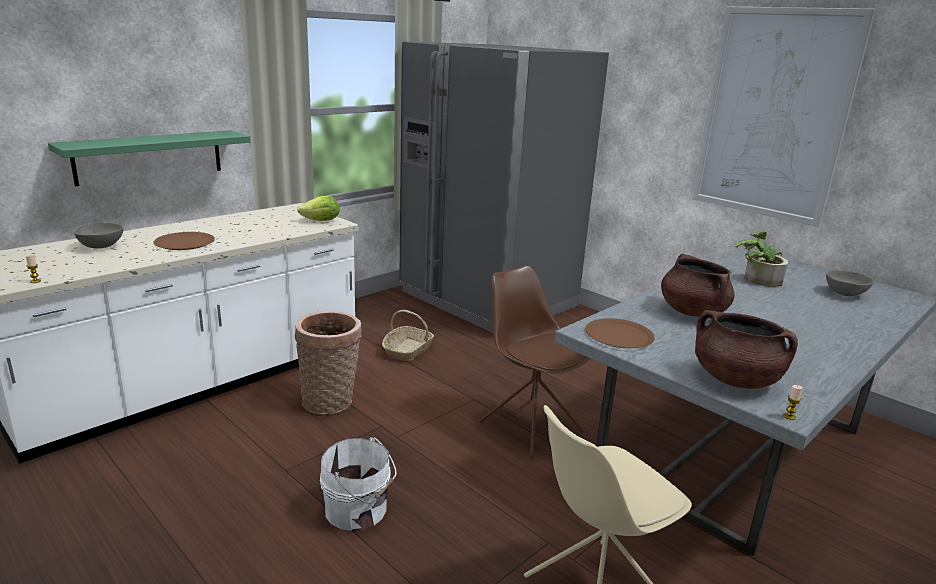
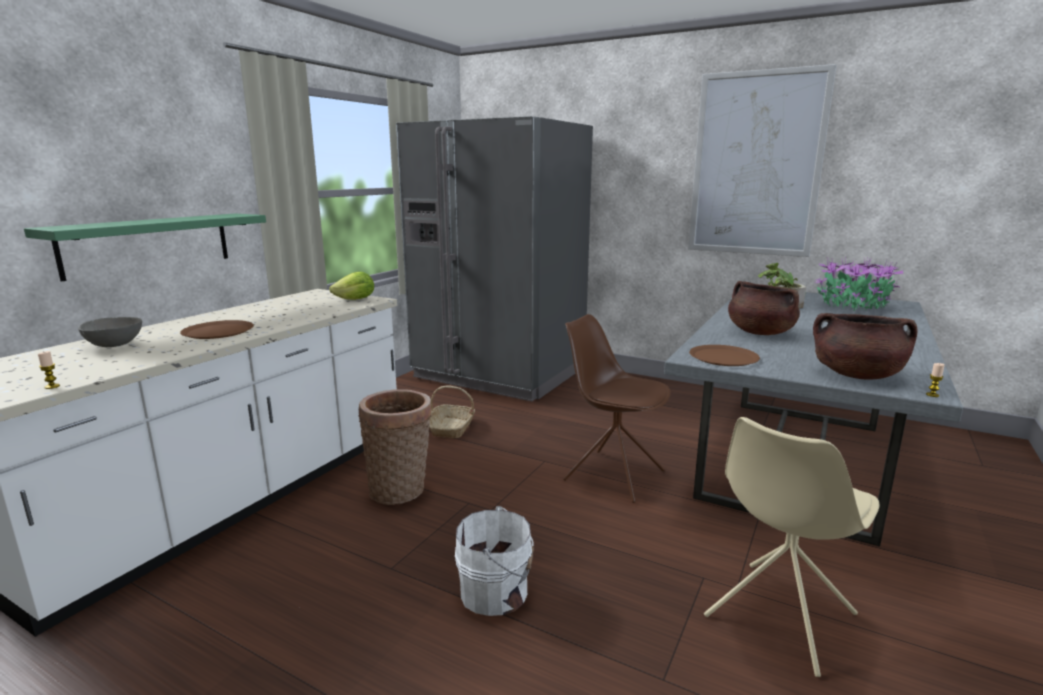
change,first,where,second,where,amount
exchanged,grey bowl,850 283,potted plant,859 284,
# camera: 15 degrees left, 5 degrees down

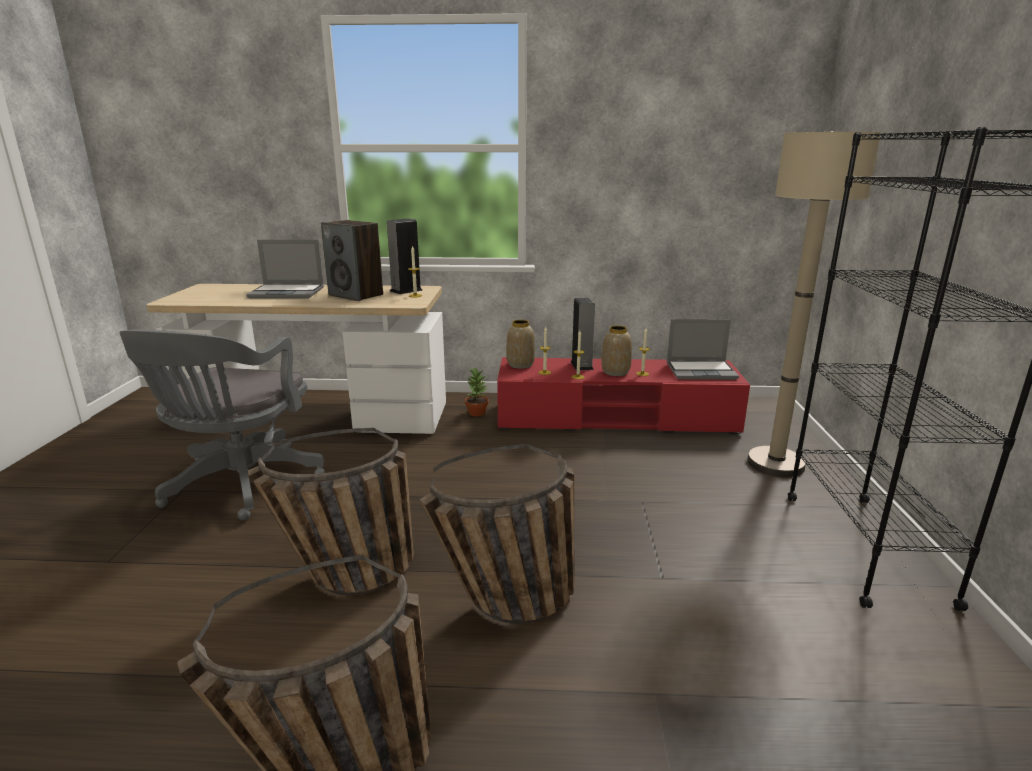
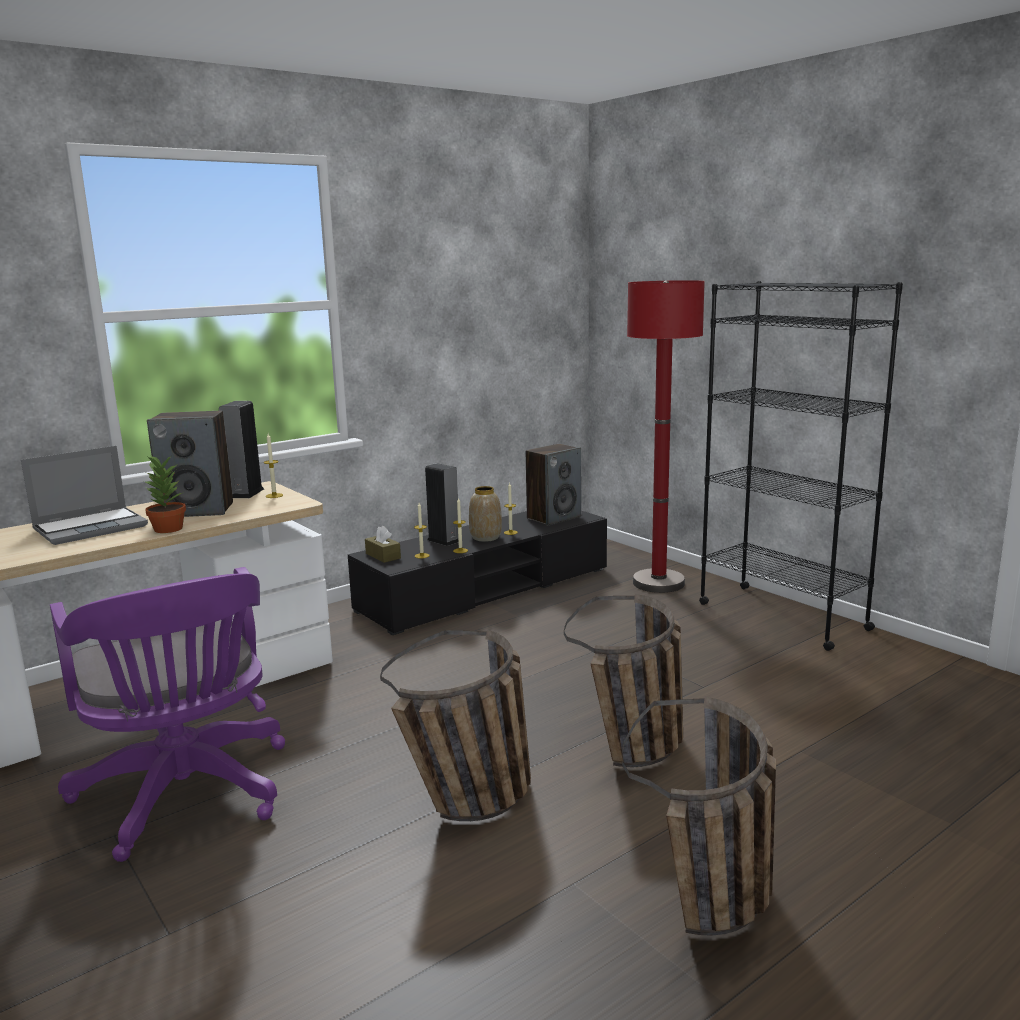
change,first,where,second,where,amount
colour,grey office chair,222 425,purple office chair,167 714,
relocated,potted plant,477 392,,165 494,
colour,red tv stand,623 395,black tv stand,477 573,
exchanged,vase,520 344,brown tissue box,383 544,
exchanged,laptop,703 349,speaker,553 485,
colour,beige floor lamp,814 304,red floor lamp,666 436,
# camera: 40 degrees left, 5 degrees down

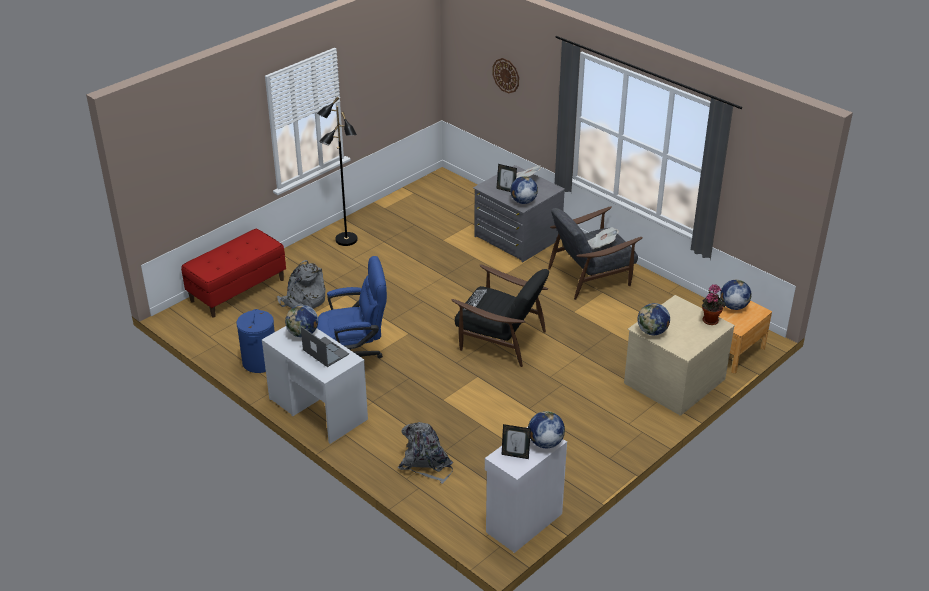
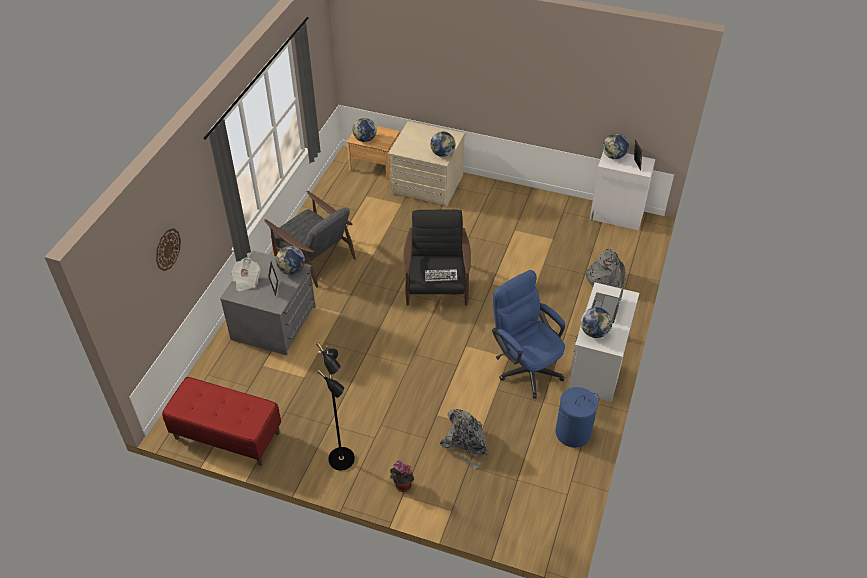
change,first,where,second,where,amount
relocated,red bench,233 273,,221 421,
missing,newspaper,603 238,,,
relocated,potted plant,713 304,,402 476,
# camera: 115 degrees left, 10 degrees up

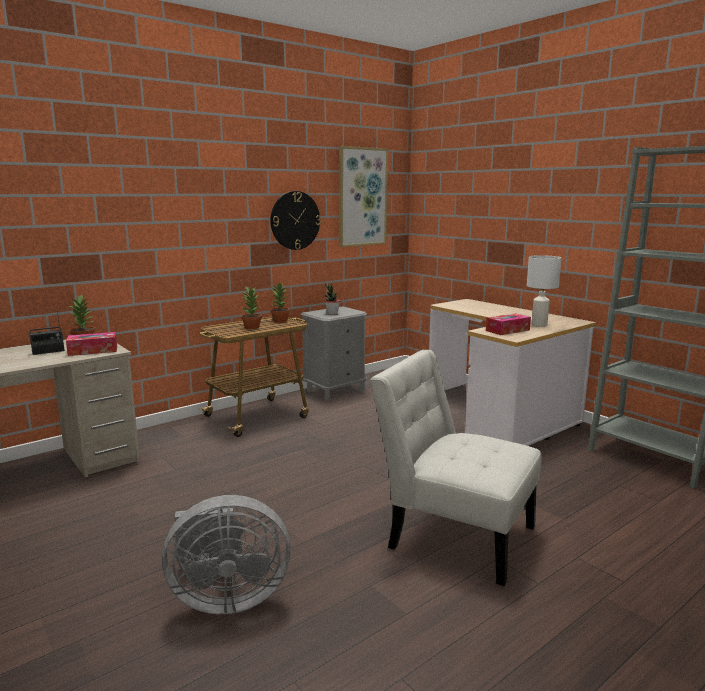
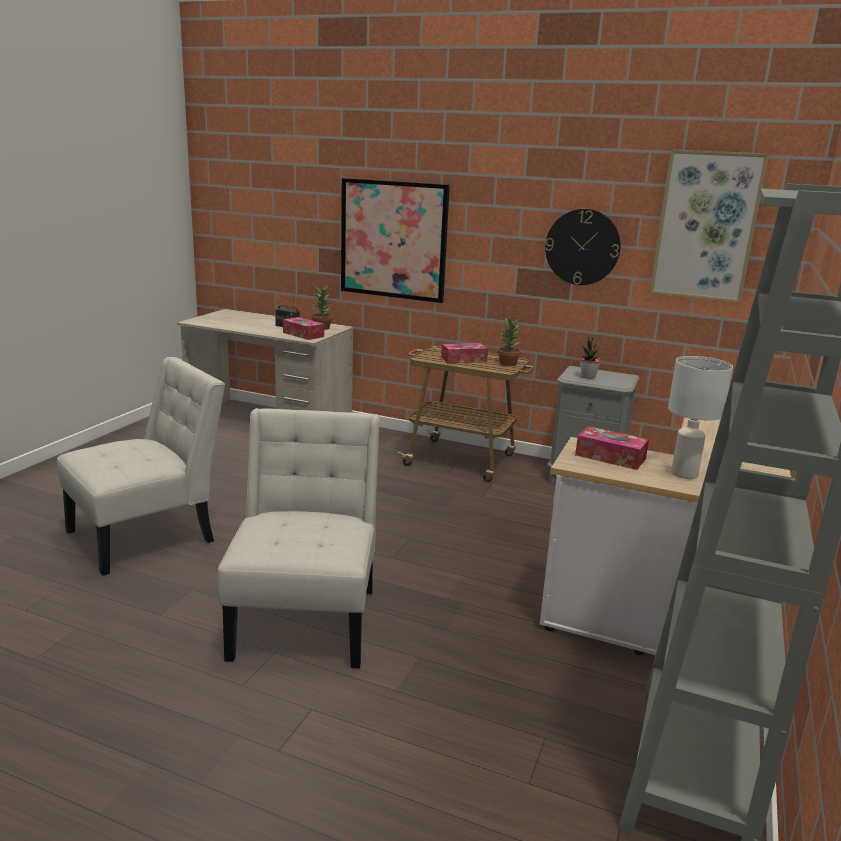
change,first,where,second,where,amount
exchanged,grey fan,226 554,white chair,141 466,
exchanged,potted plant,251 307,tissue box,464 353,
appeared,,,picture,395 240,
# camera: 60 degrees right, 5 degrees up

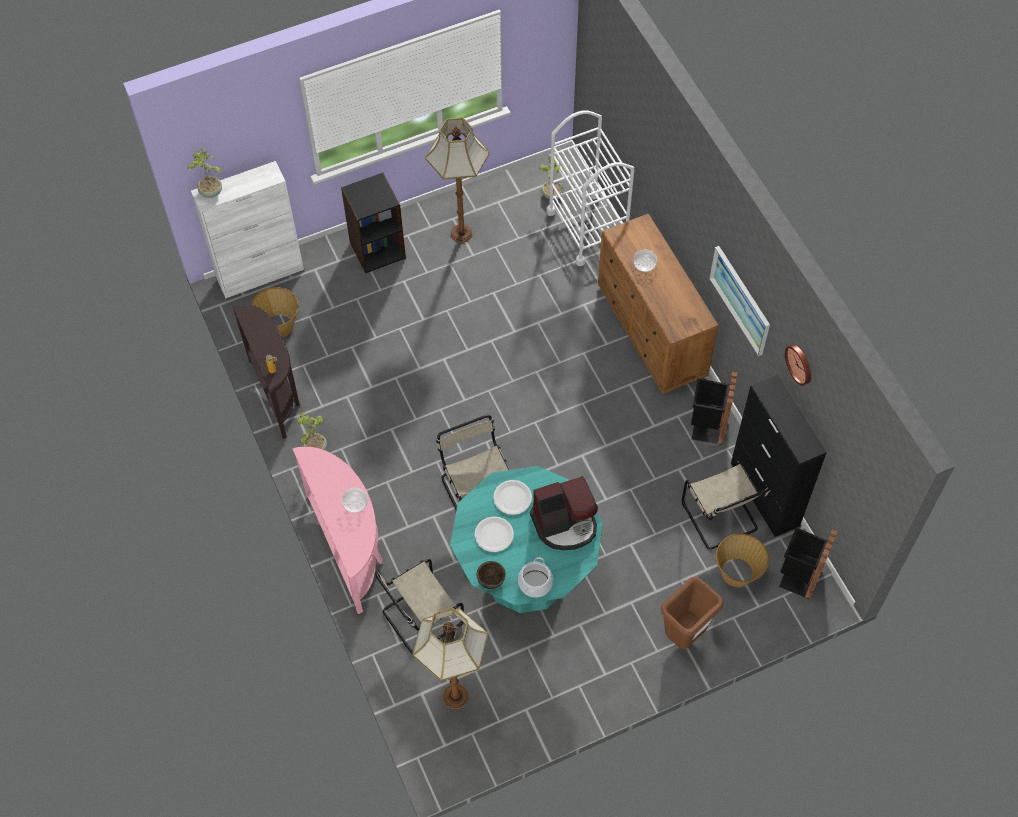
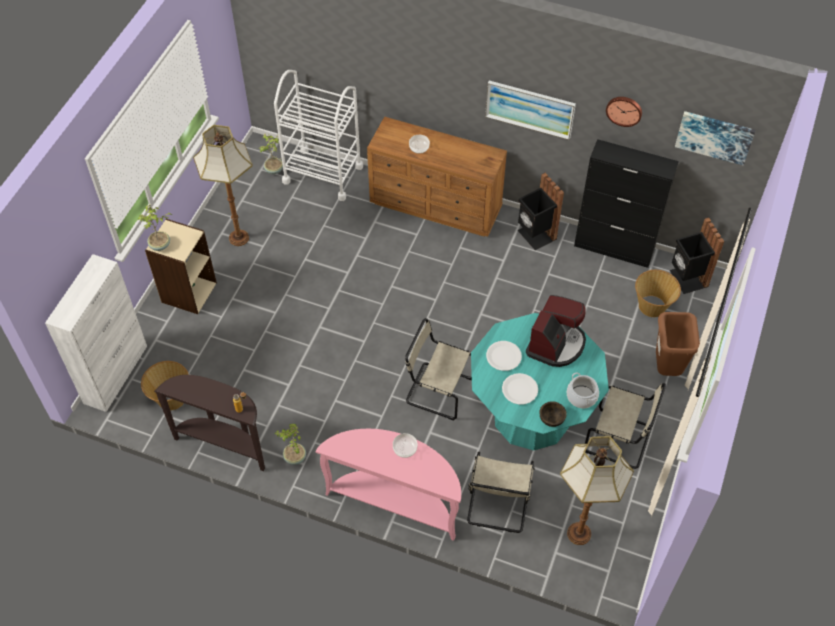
change,first,where,second,where,amount
relocated,potted plant,204 173,,155 227,
colour,black bookcase,373 222,beige bookcase,181 266,
relocated,beige chair,726 504,,625 426,
appeared,,,picture,715 138,
# camera: 45 degrees left, 5 degrees down

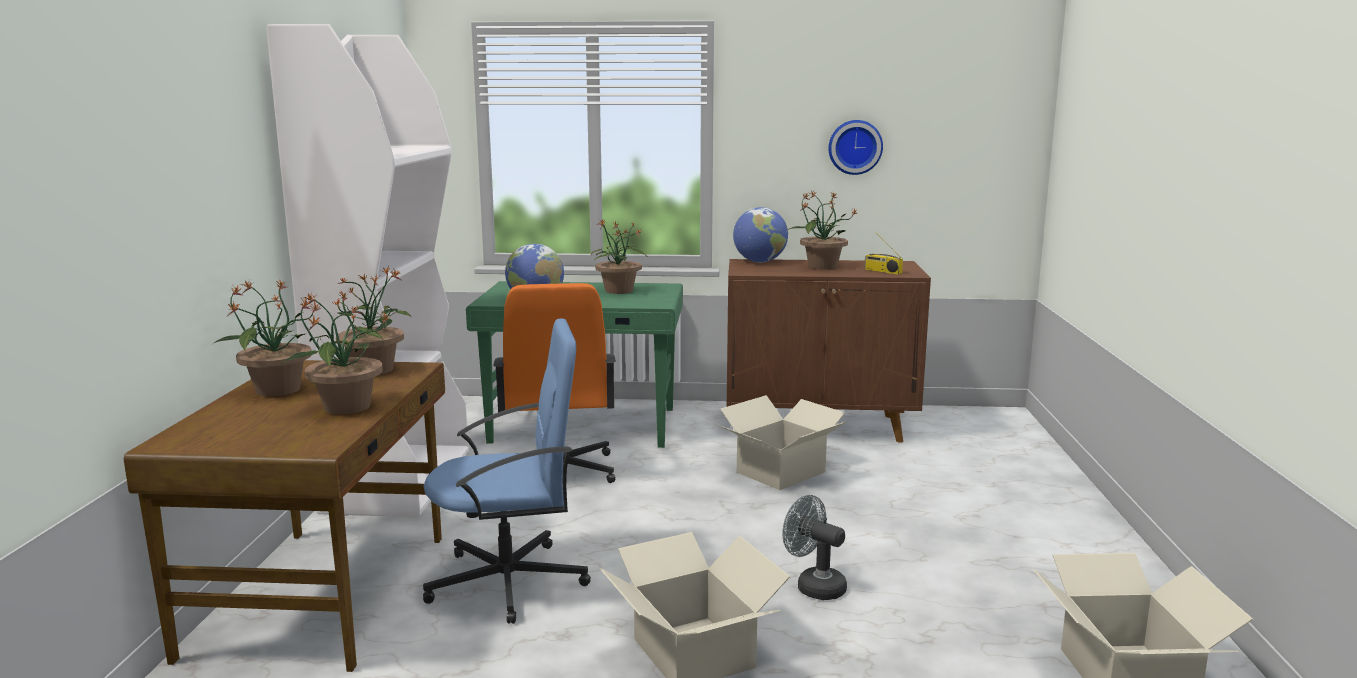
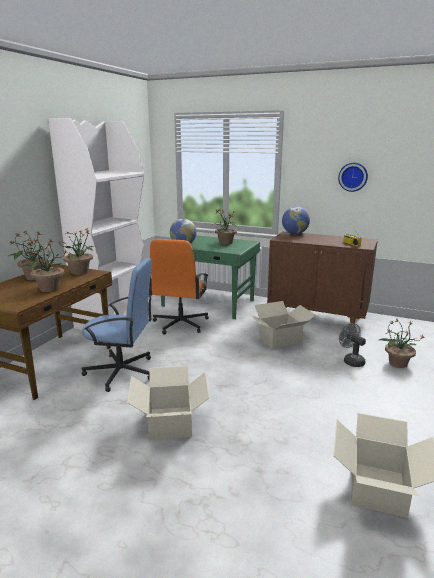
change,first,where,second,where,amount
relocated,grey fan,814 547,,352 345,
relocated,potted plant,822 230,,402 343,
# camera: 20 degrees right, 5 degrees up

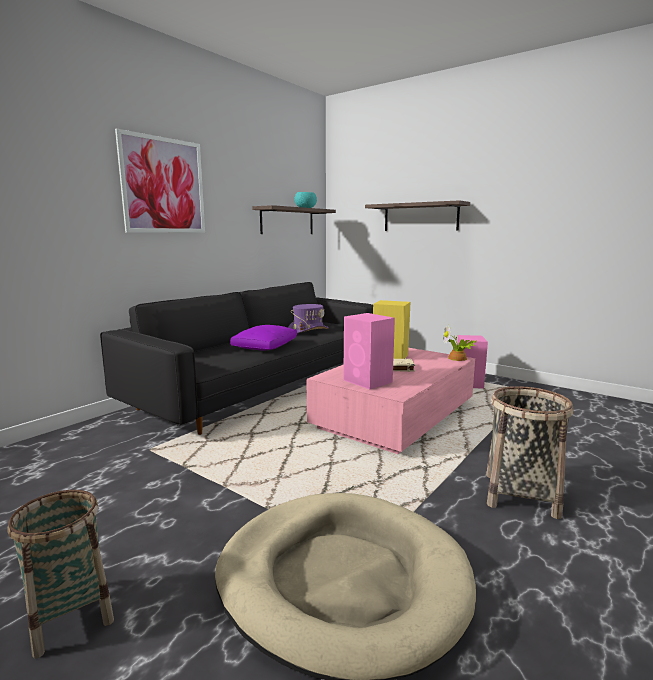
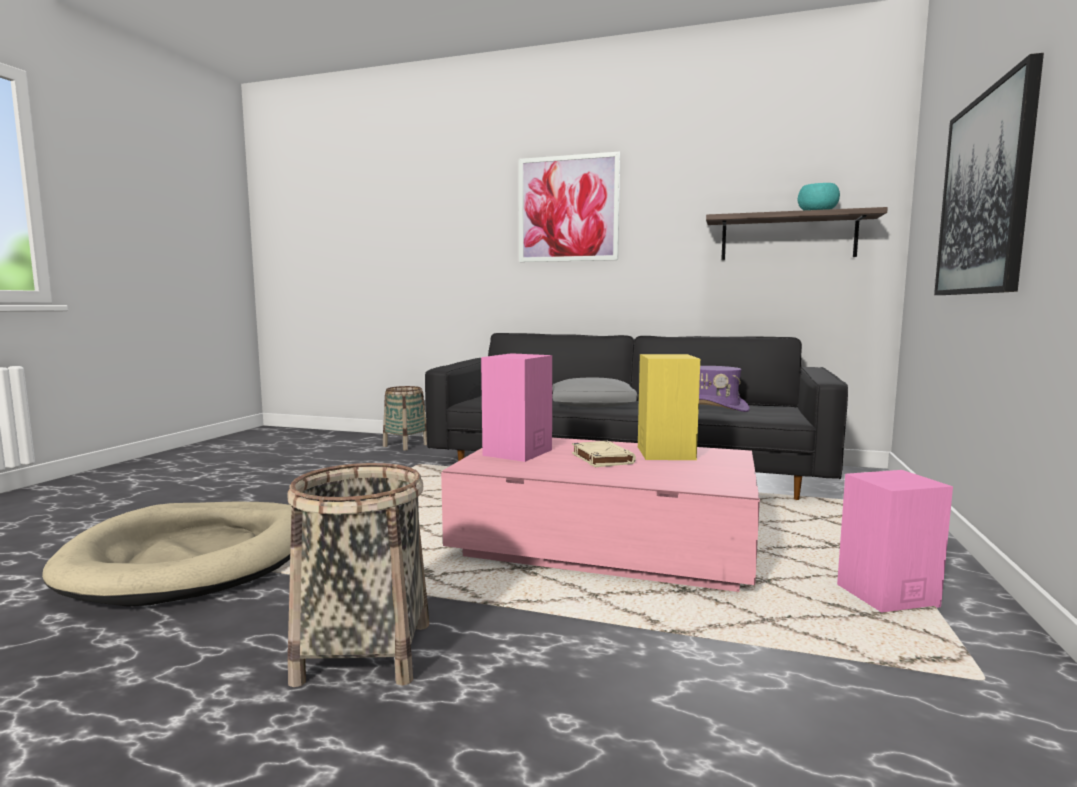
change,first,where,second,where,amount
relocated,basket,60 574,,405 418,
colour,purple pillow,263 337,grey pillow,594 392,
exchanged,shelf,417 215,picture,989 174,
missing,potted plant,460 343,,,
# camera: 70 degrees right, 5 degrees down

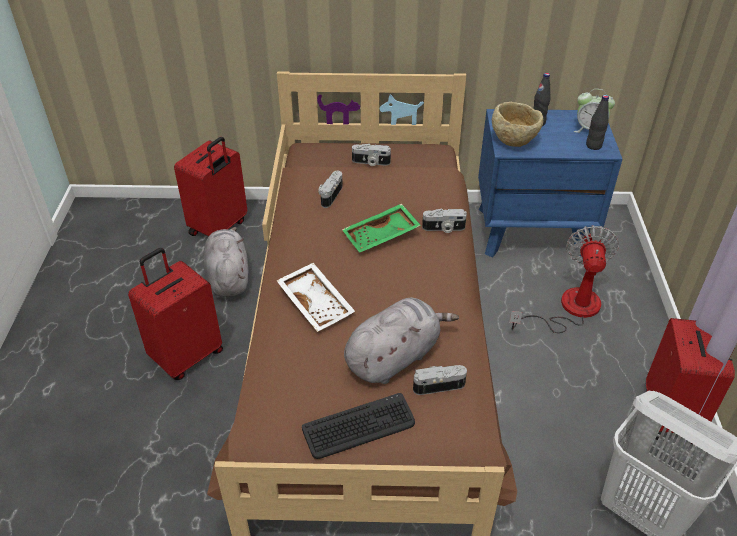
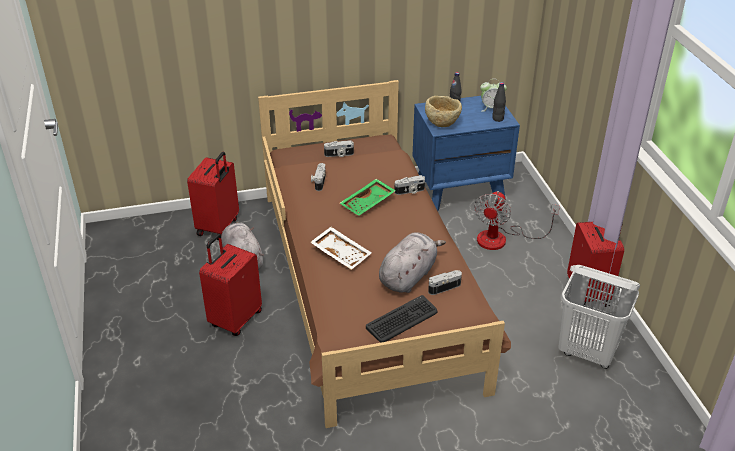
change,first,where,second,where,amount
spun,fan,564 279,,517 220,150 degrees counterclockwise
# camera: 15 degrees left, 5 degrees down

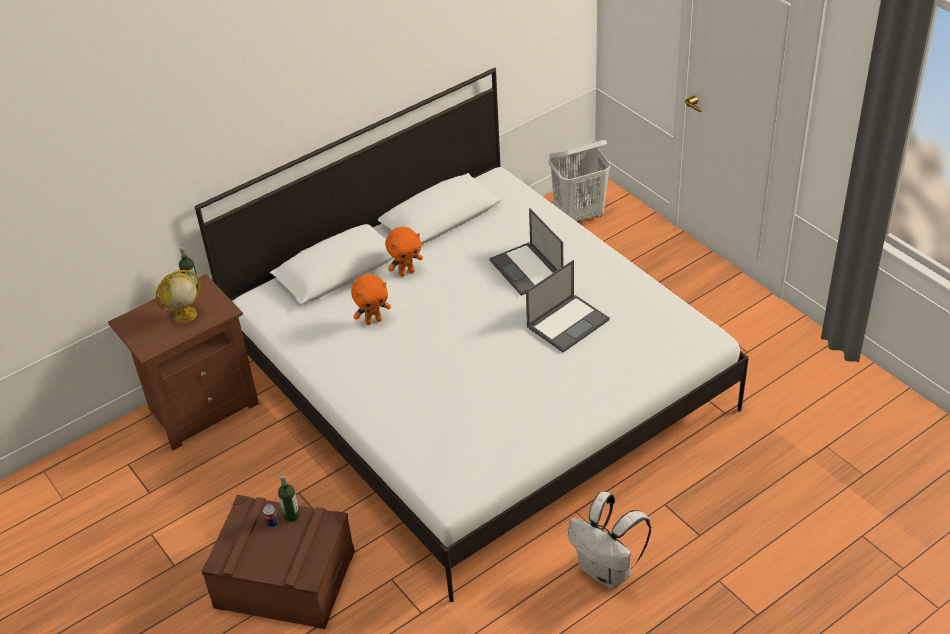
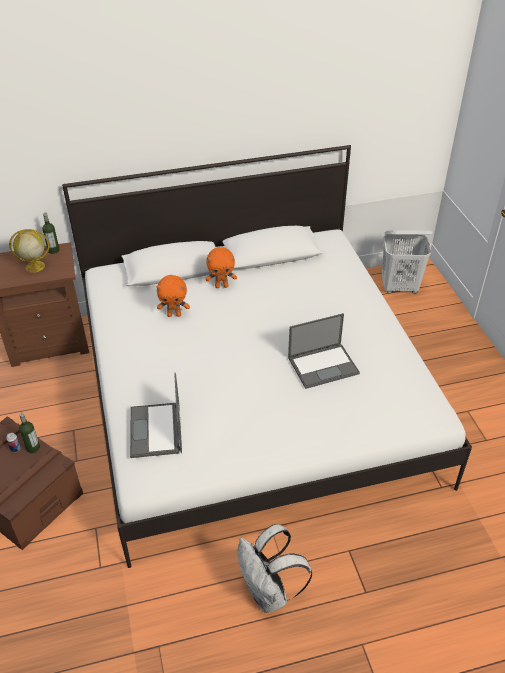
change,first,where,second,where,amount
relocated,laptop,526 252,,156 415,
# camera: 20 degrees right, 0 degrees up

